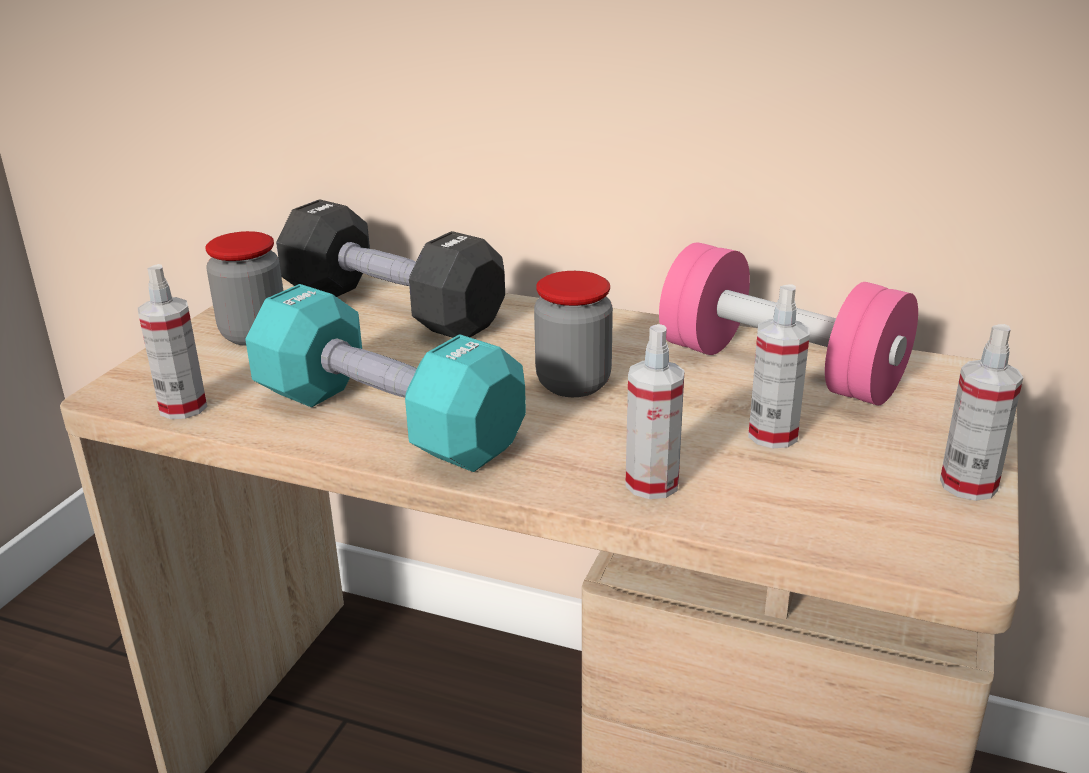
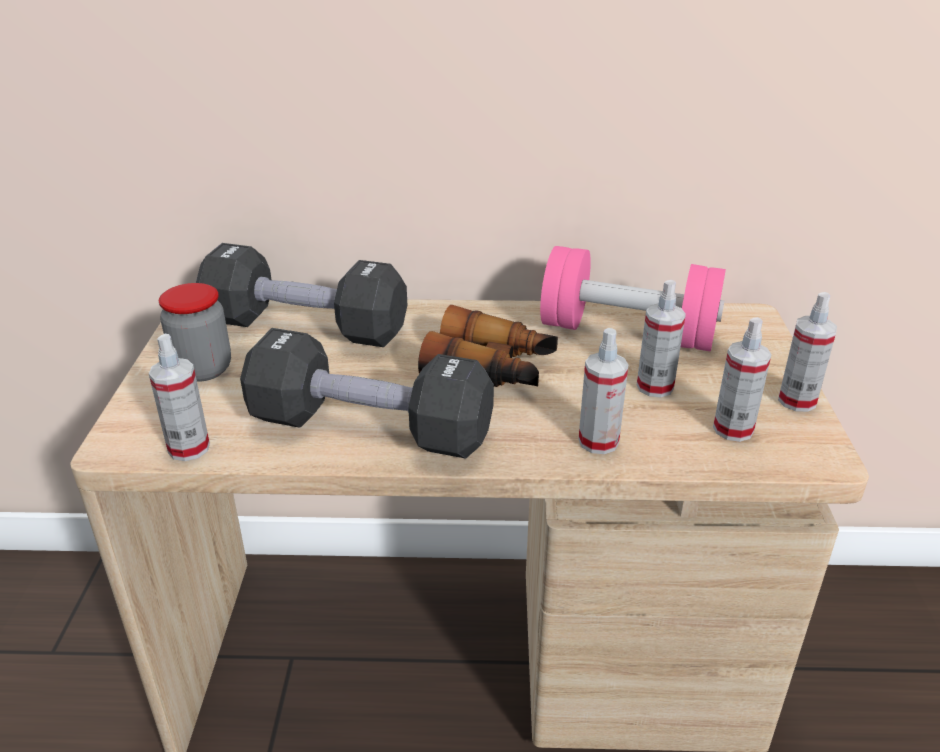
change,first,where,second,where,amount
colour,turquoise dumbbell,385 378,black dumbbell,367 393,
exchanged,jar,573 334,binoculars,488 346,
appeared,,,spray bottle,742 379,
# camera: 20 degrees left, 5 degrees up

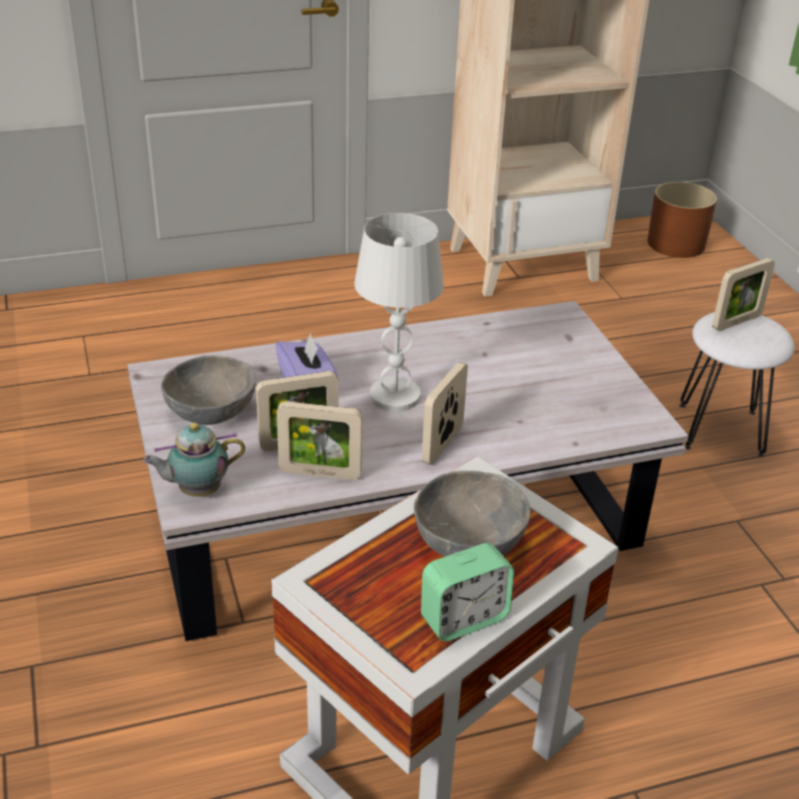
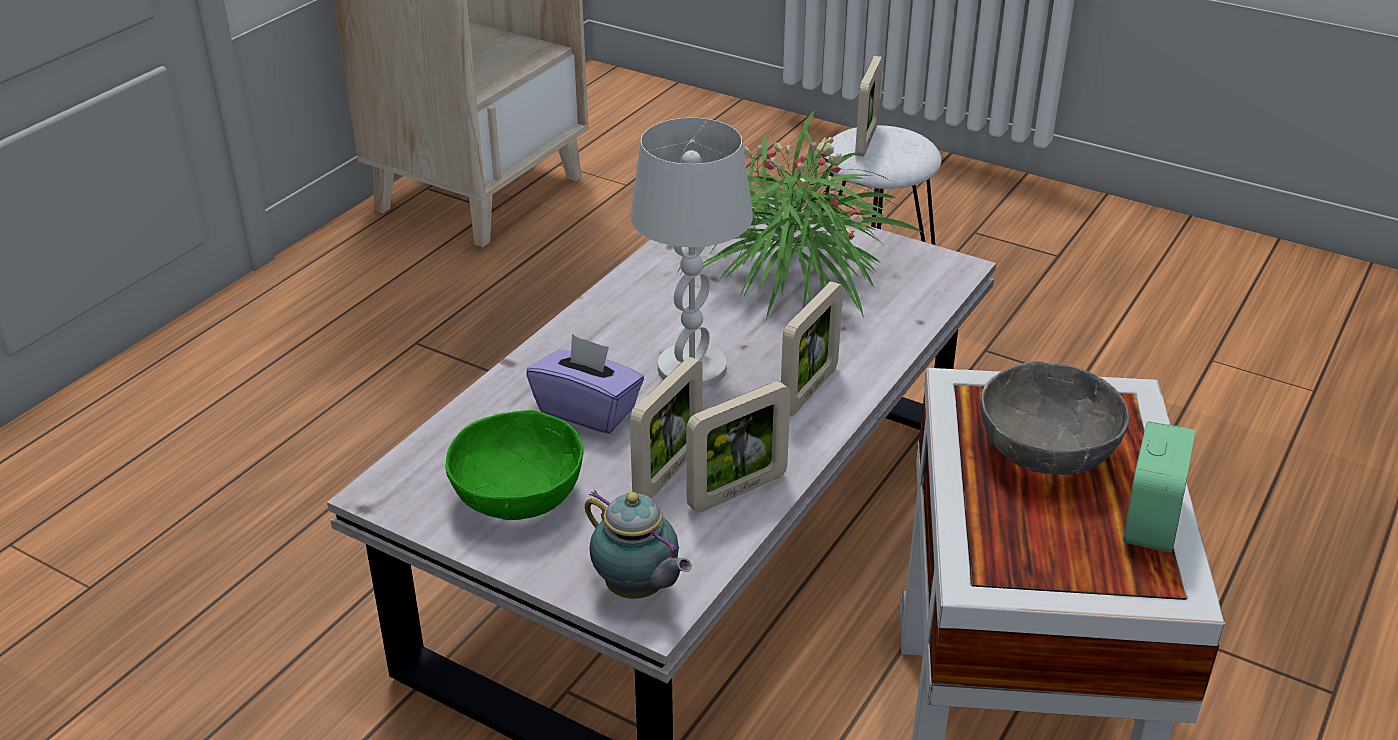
change,first,where,second,where,amount
spun,teapot,194 460,,638 545,75 degrees counterclockwise
colour,grey bowl,208 390,green bowl,514 465,
spun,picture frame,445 413,,812 348,135 degrees counterclockwise
missing,brown planter,682 220,,,
appeared,,,potted plant,799 214,
# camera: 40 degrees left, 0 degrees up

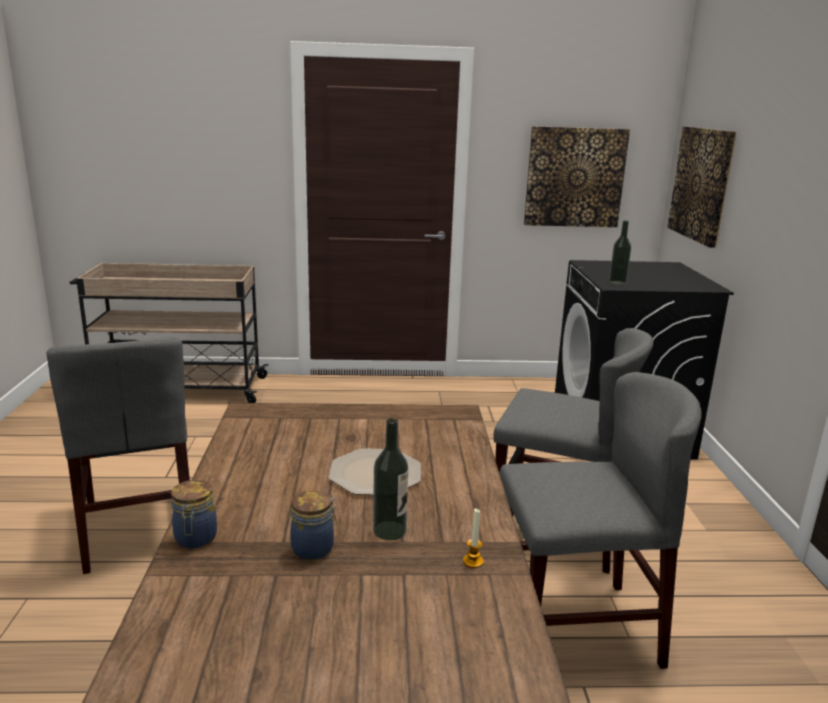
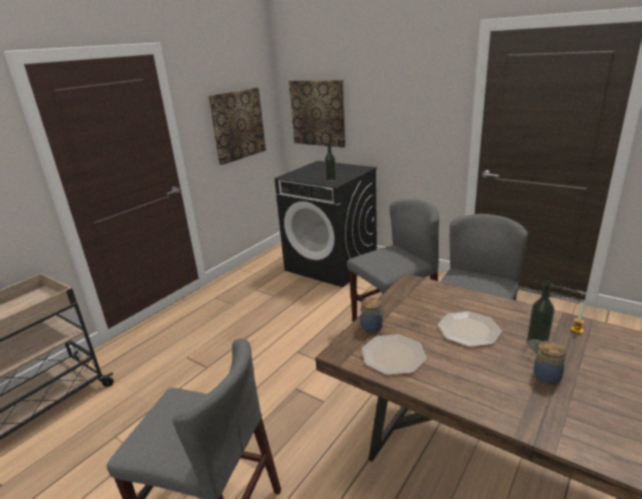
change,first,where,second,where,amount
relocated,jar,194 514,,373 315,
appeared,,,plate,394 354,
# camera: 50 degrees left, 5 degrees up

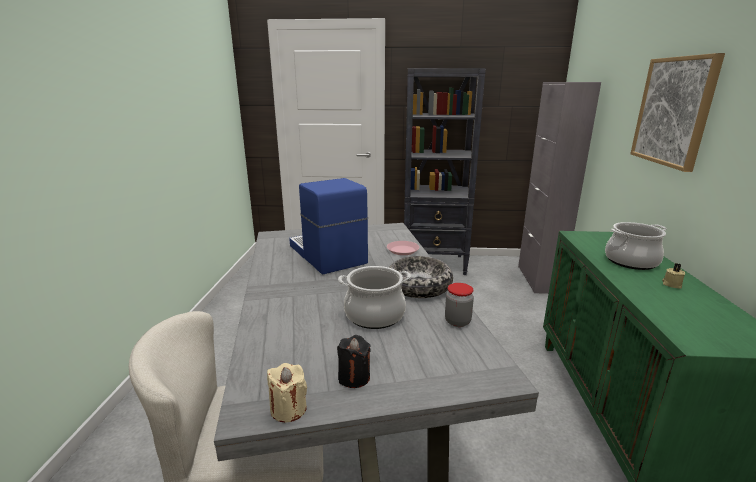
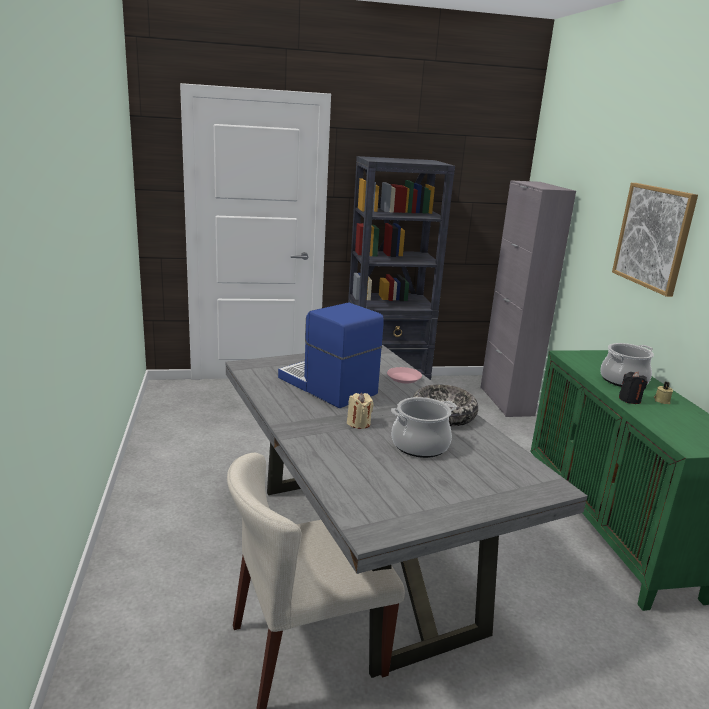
change,first,where,second,where,amount
relocated,beige candle,287 392,,360 411,
relocated,black candle,354 361,,633 388,
missing,jar,459 305,,,
# camera: 15 degrees left, 0 degrees up

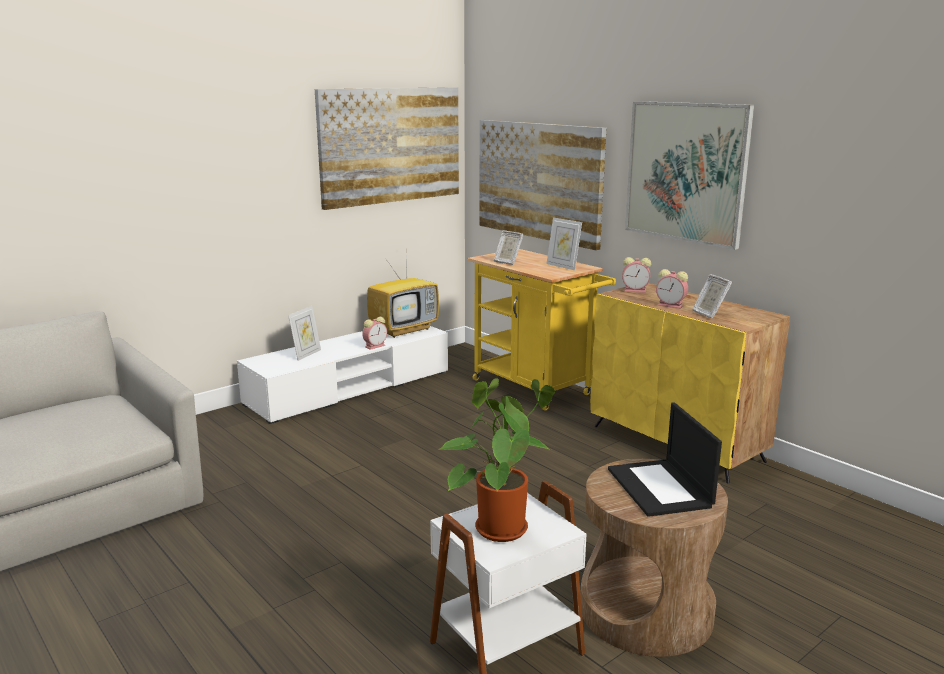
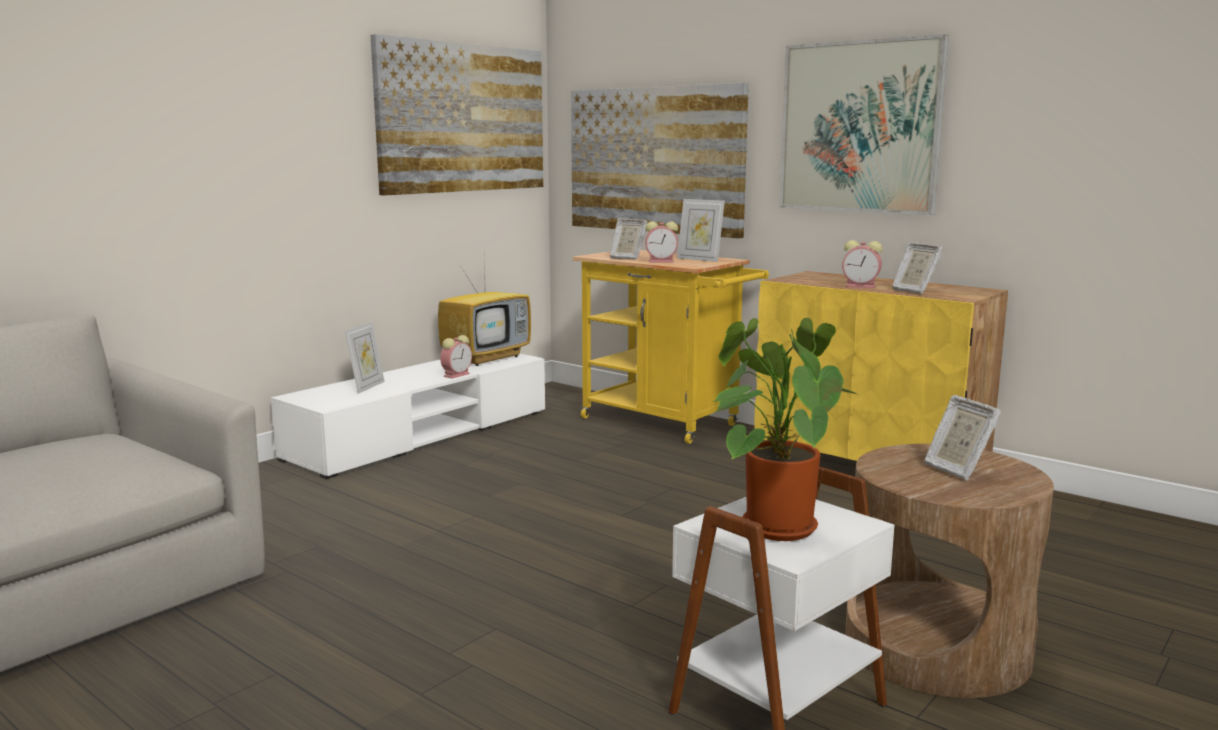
change,first,where,second,where,amount
exchanged,laptop,665 459,picture frame,963 437,
relocated,alarm clock,636 275,,661 242,
# camera: 10 degrees left, 5 degrees down

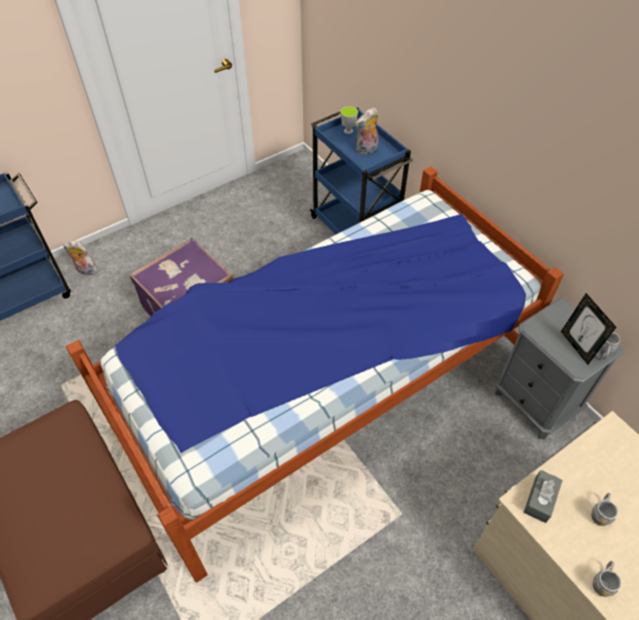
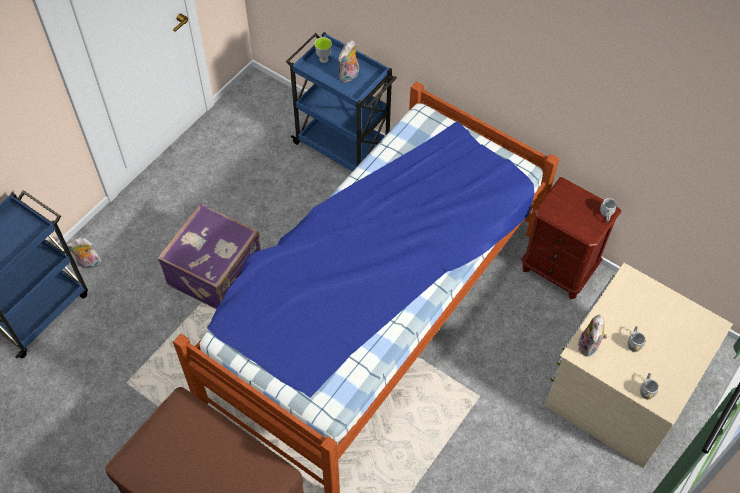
change,first,where,second,where,amount
colour,grey nightstand,559 368,brown nightstand,571 238,
exchanged,grey tissue box,543 496,plush toy,592 335,
missing,picture frame,588 328,,,
# camera: 20 degrees left, 5 degrees up

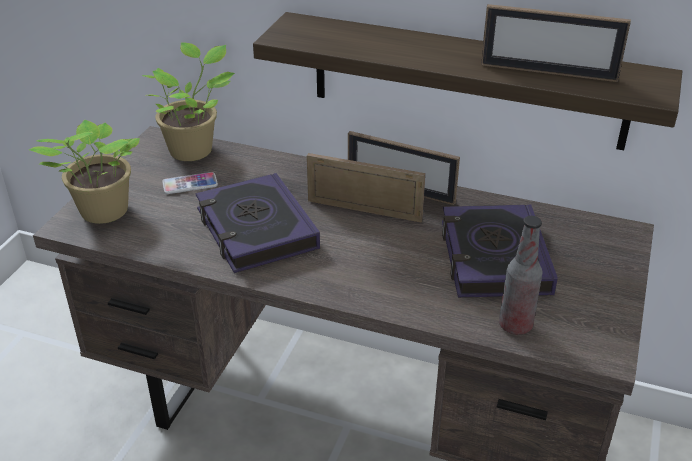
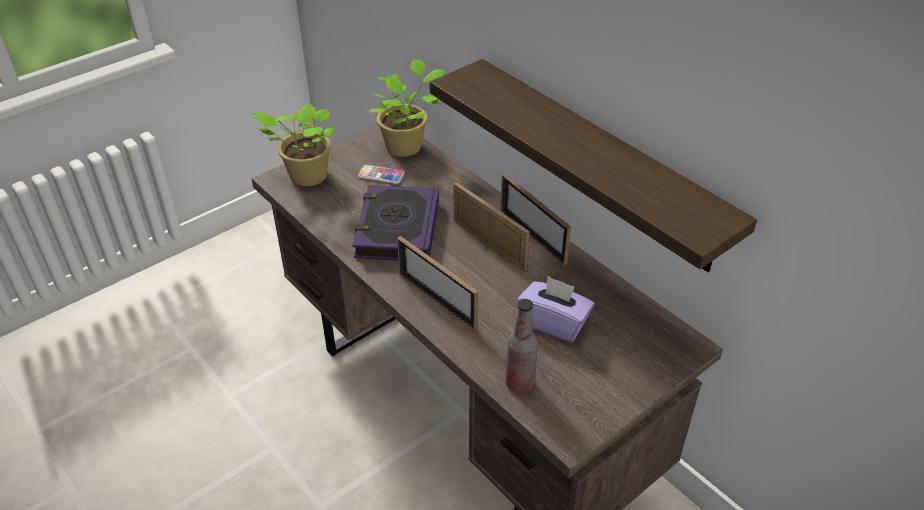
change,first,where,second,where,amount
exchanged,book,500 251,purple tissue box,555 309,
relocated,picture frame,556 43,,437 283,
# camera: 30 degrees right, 5 degrees up

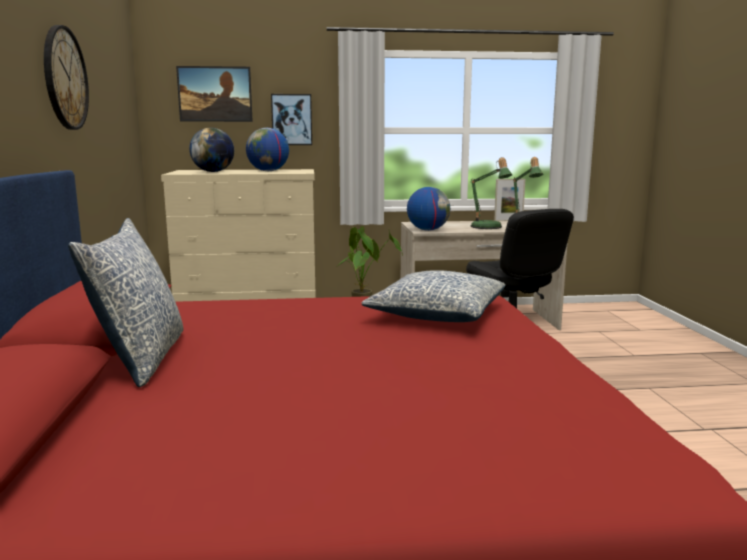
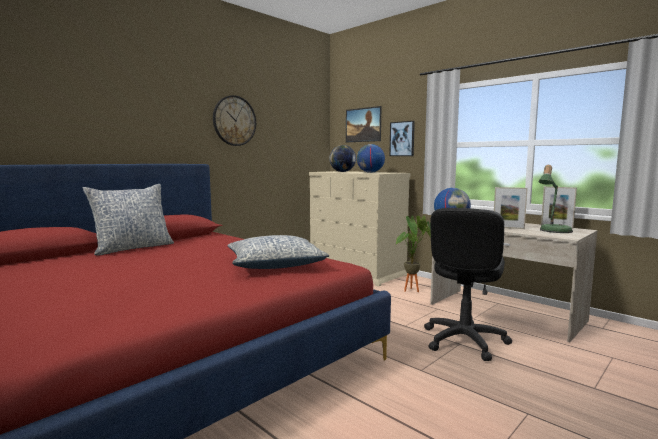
change,first,where,second,where,amount
exchanged,table lamp,491 193,picture frame,510 208,
# camera: 50 degrees right, 5 degrees down

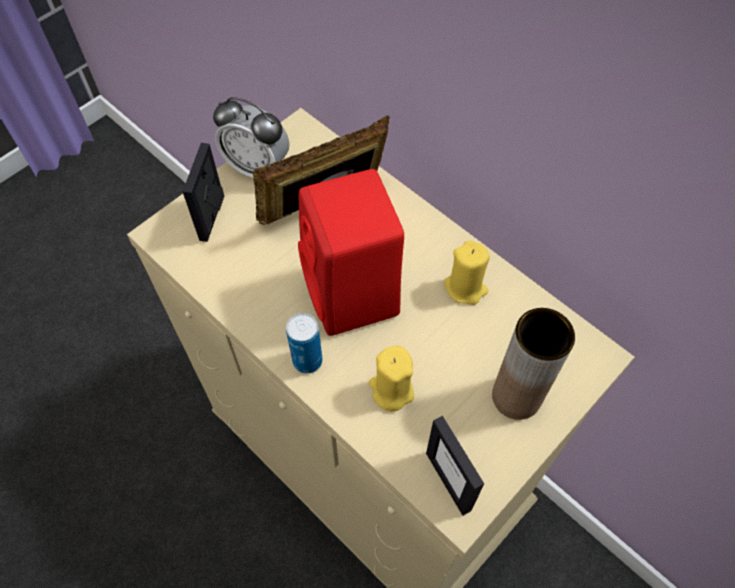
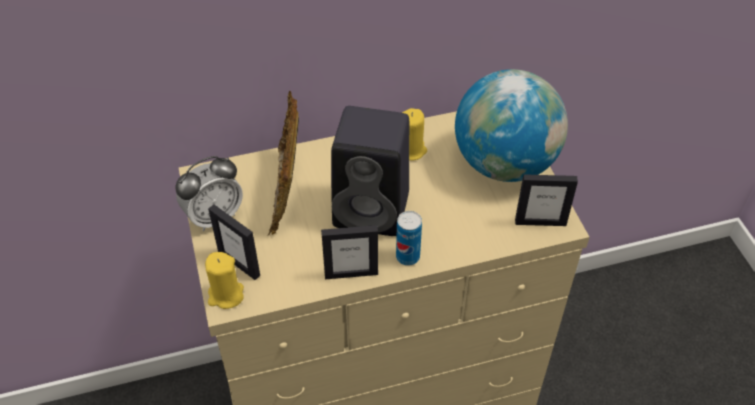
change,first,where,second,where,amount
colour,red speaker,351 252,black speaker,370 171,
relocated,yellow candle,391 379,,224 280,
exchanged,brown vase,533 364,globe,511 125,
appeared,,,picture frame,349 252,
# camera: 60 degrees left, 10 degrees down

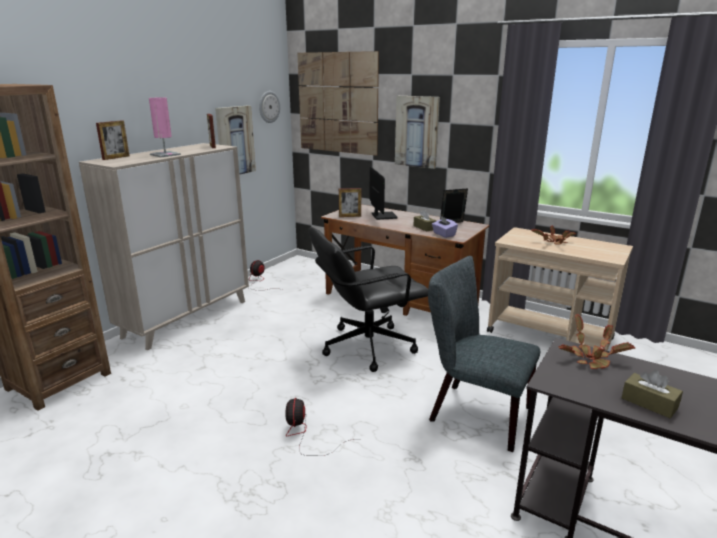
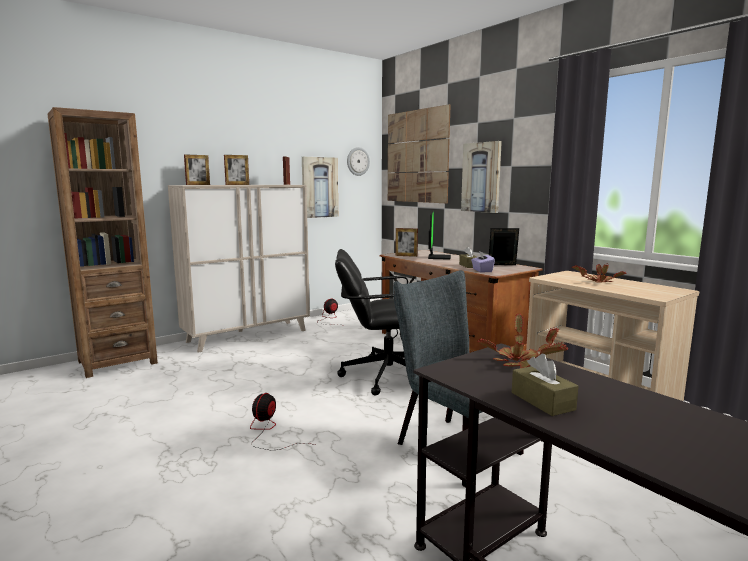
change,first,where,second,where,amount
exchanged,pink table lamp,165 127,picture frame,236 170,
# camera: 20 degrees right, 10 degrees down

